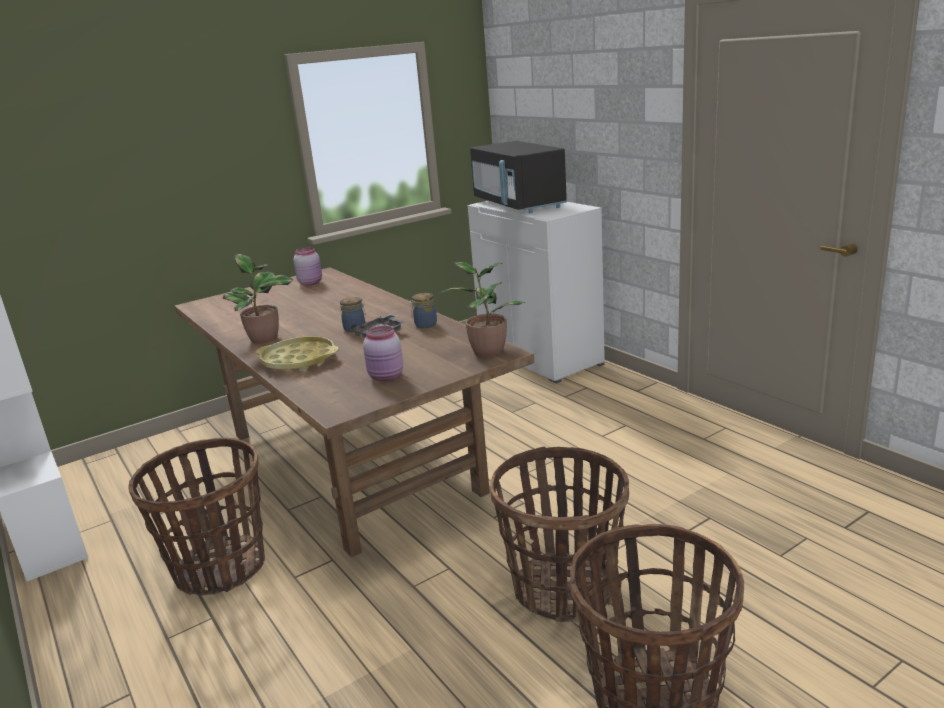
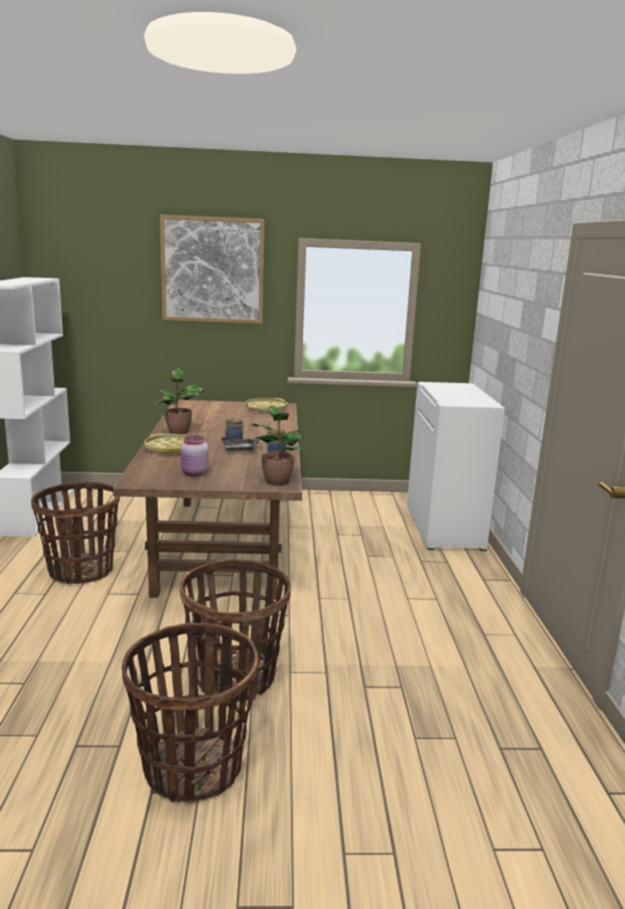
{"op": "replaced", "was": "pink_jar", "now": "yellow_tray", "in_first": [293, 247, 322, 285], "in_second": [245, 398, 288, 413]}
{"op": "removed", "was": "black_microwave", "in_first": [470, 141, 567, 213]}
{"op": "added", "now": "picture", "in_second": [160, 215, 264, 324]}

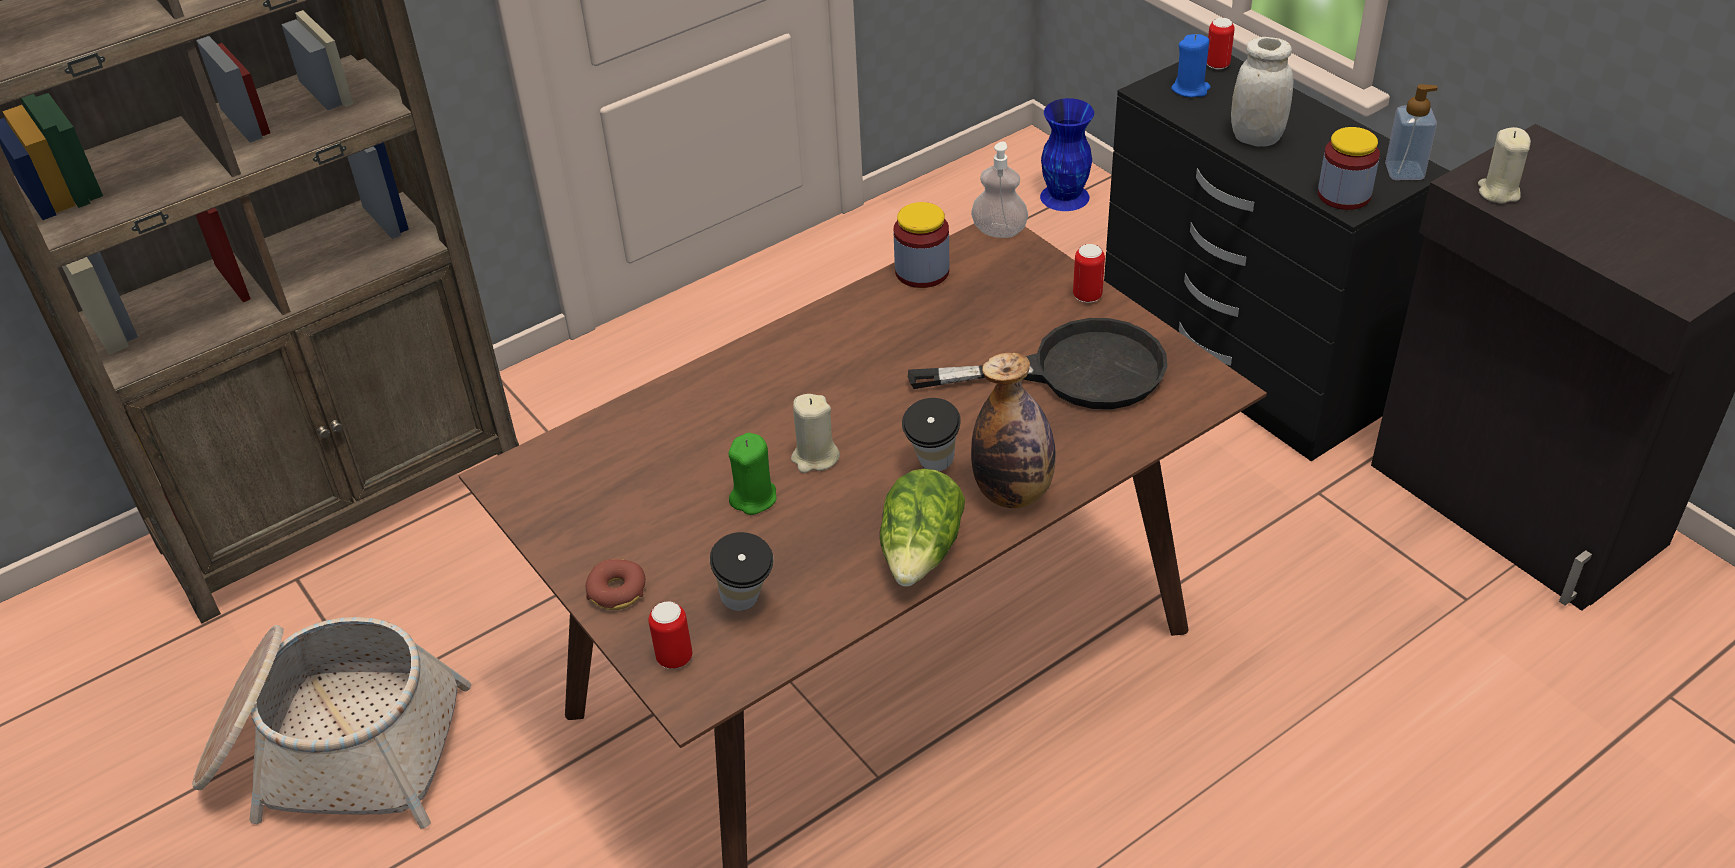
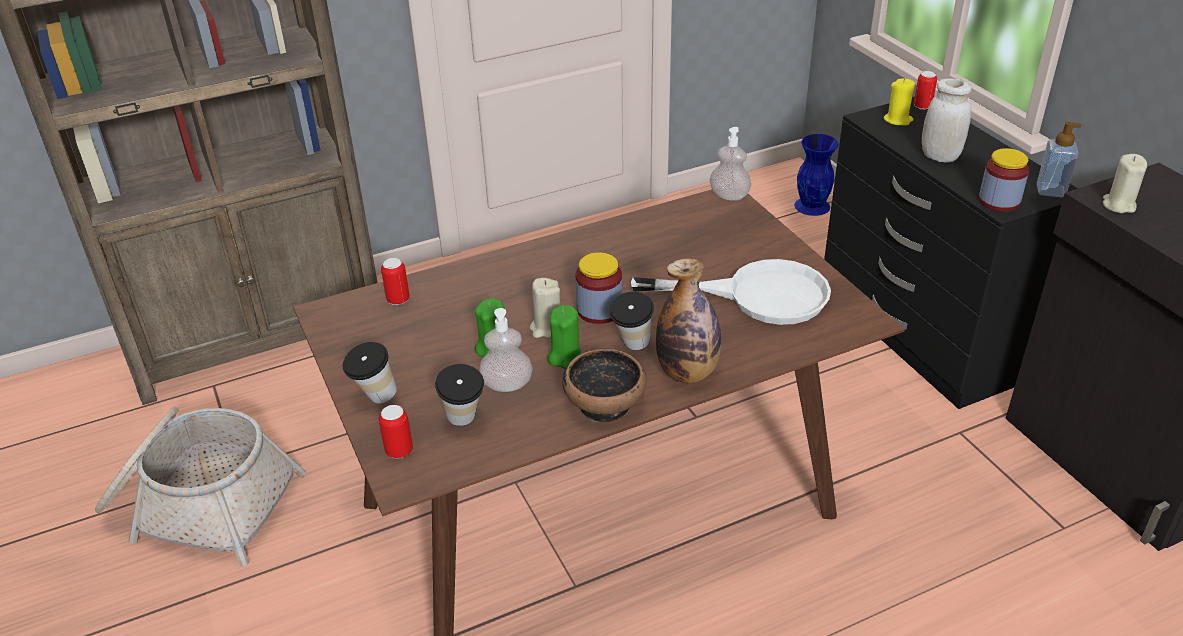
{"op": "replaced", "was": "donut", "now": "cup", "in_first": [586, 559, 646, 610], "in_second": [343, 342, 397, 403]}
{"op": "replaced", "was": "lettuce", "now": "bowl", "in_first": [880, 469, 965, 587], "in_second": [562, 348, 647, 423]}
{"op": "moved", "was": "jar", "in_first": [894, 202, 949, 288], "in_second": [575, 252, 622, 324]}
{"op": "recoloured", "was": "black_frying_pan", "now": "white_frying_pan", "in_first": [908, 318, 1168, 409], "in_second": [631, 259, 831, 325]}
{"op": "moved", "was": "can", "in_first": [1073, 244, 1105, 303], "in_second": [381, 258, 410, 305]}
{"op": "recoloured", "was": "blue_candle", "now": "yellow_candle", "in_first": [1171, 34, 1210, 97], "in_second": [884, 78, 915, 126]}
{"op": "added", "now": "soap_dispenser", "in_second": [479, 308, 533, 392]}
{"op": "added", "now": "green_candle", "in_second": [547, 305, 582, 369]}

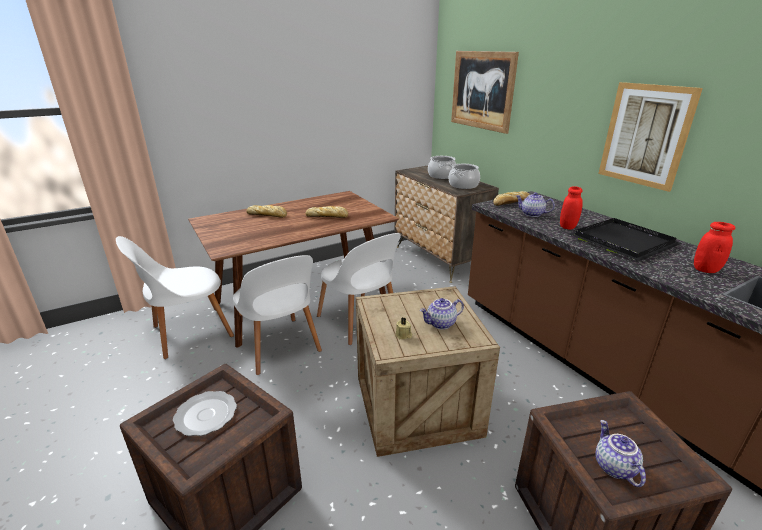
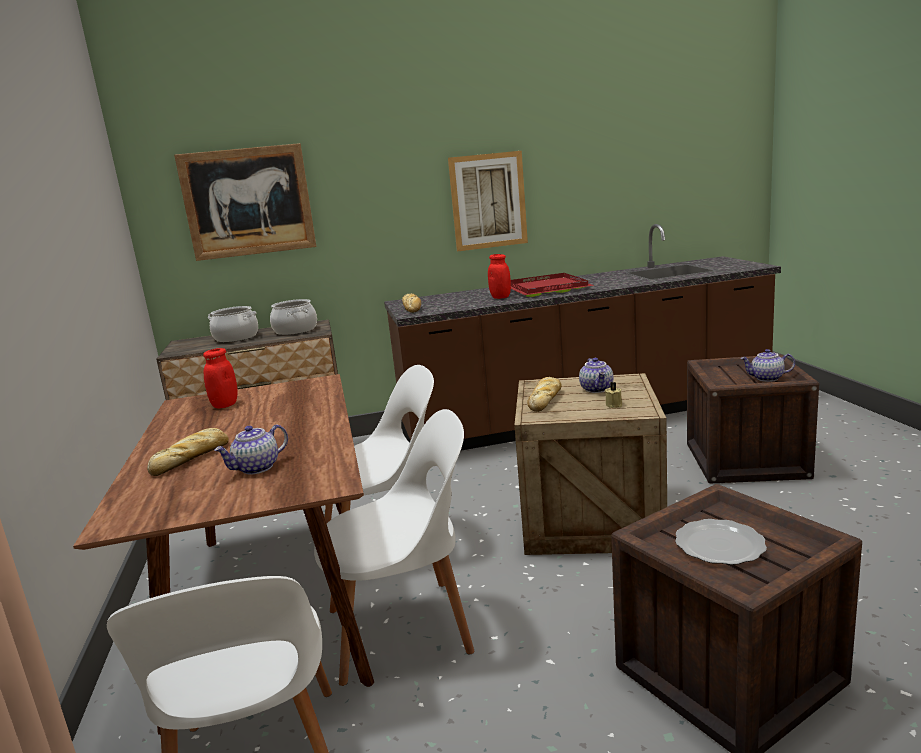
{"op": "moved", "was": "bread", "in_first": [306, 206, 348, 218], "in_second": [527, 377, 562, 412]}
{"op": "moved", "was": "teapot", "in_first": [516, 192, 555, 217], "in_second": [214, 424, 288, 474]}
{"op": "recoloured", "was": "black_tray", "now": "red_tray", "in_first": [569, 218, 682, 261], "in_second": [511, 273, 594, 297]}
{"op": "moved", "was": "red_jar", "in_first": [694, 222, 735, 273], "in_second": [203, 348, 238, 408]}

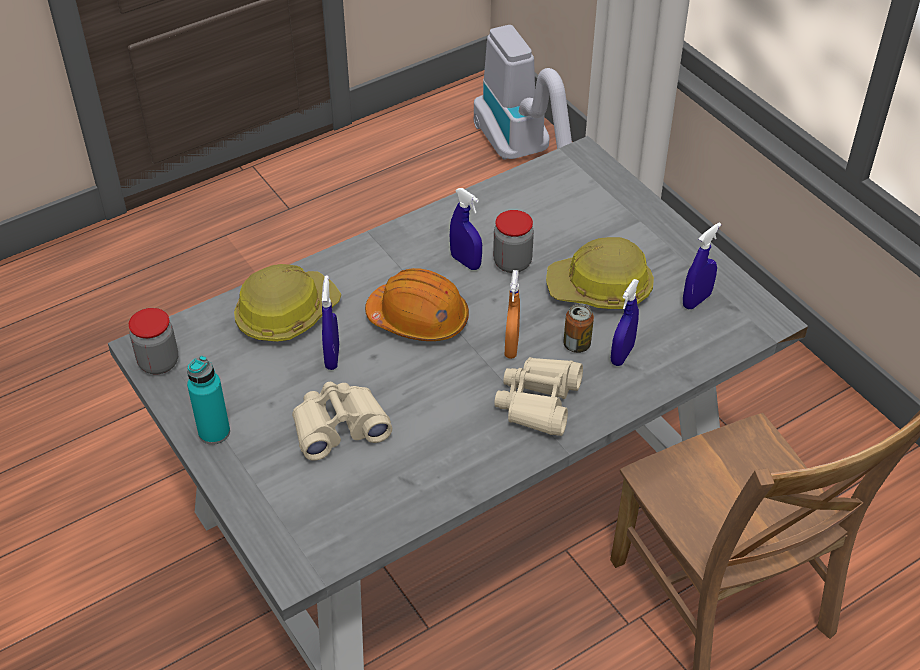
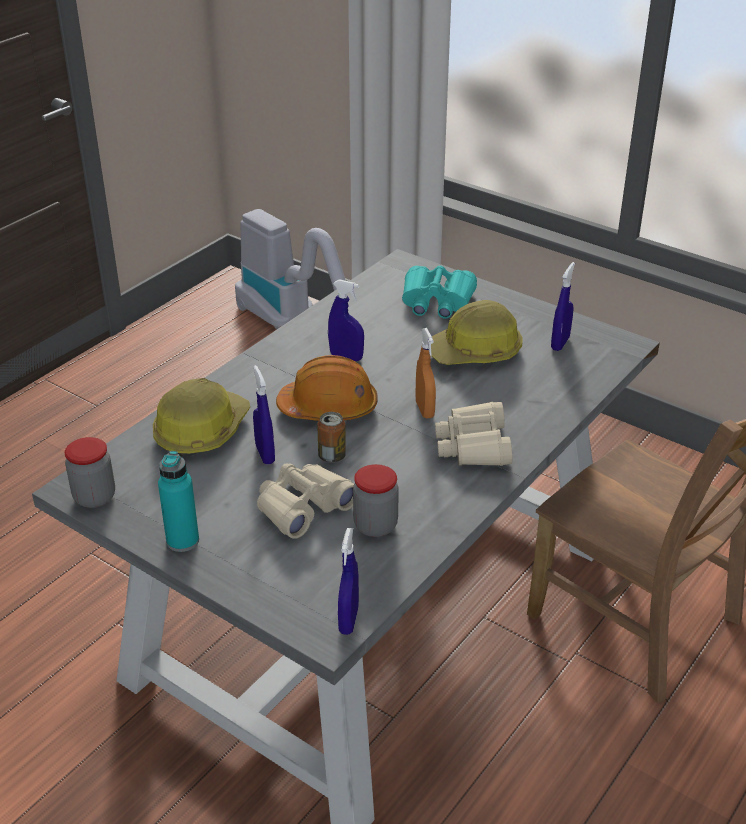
{"op": "moved", "was": "jar", "in_first": [493, 210, 534, 273], "in_second": [353, 464, 399, 537]}
{"op": "moved", "was": "can", "in_first": [563, 304, 594, 353], "in_second": [317, 412, 346, 463]}
{"op": "moved", "was": "blue_spray_bottle", "in_first": [611, 279, 639, 366], "in_second": [338, 528, 359, 635]}
{"op": "added", "now": "turquoise_binoculars", "in_second": [402, 266, 477, 319]}

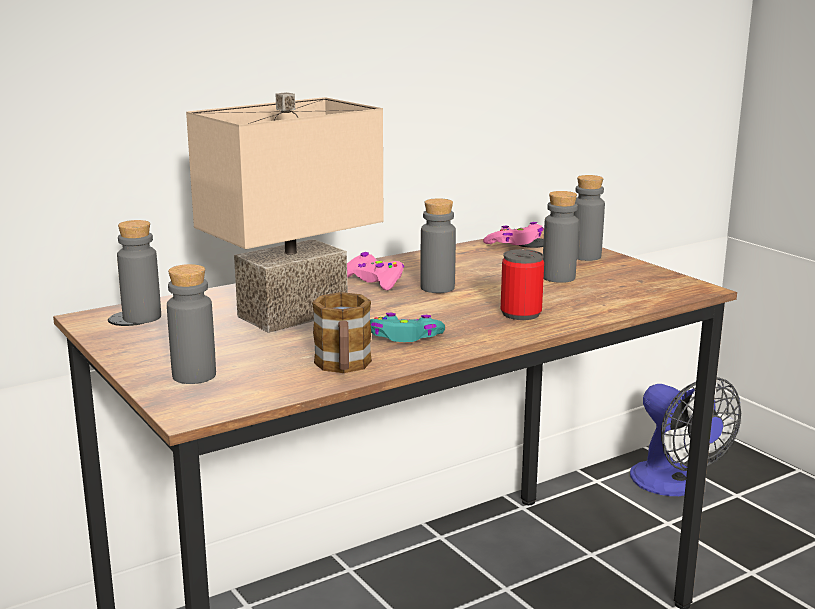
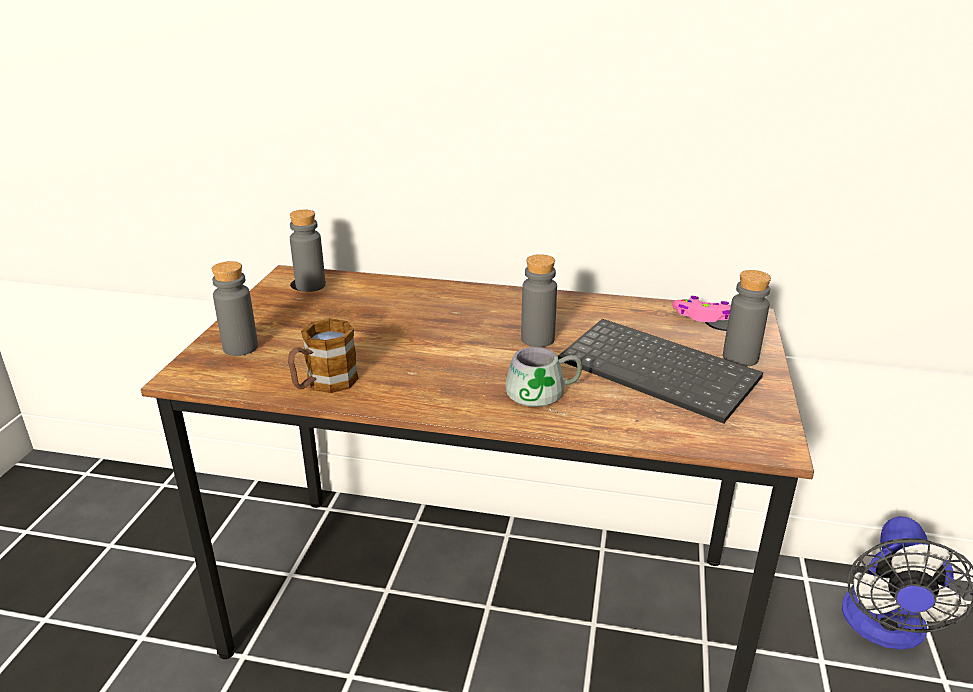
{"op": "removed", "was": "beige_table_lamp", "in_first": [186, 92, 383, 333]}
{"op": "removed", "was": "pink_game_controller", "in_first": [347, 252, 404, 290]}
{"op": "removed", "was": "turquoise_game_controller", "in_first": [370, 313, 445, 342]}
{"op": "replaced", "was": "can", "now": "grey_mug", "in_first": [501, 249, 544, 320], "in_second": [506, 347, 582, 415]}
{"op": "replaced", "was": "grey_bottle", "now": "keyboard", "in_first": [543, 191, 579, 283], "in_second": [558, 319, 763, 424]}

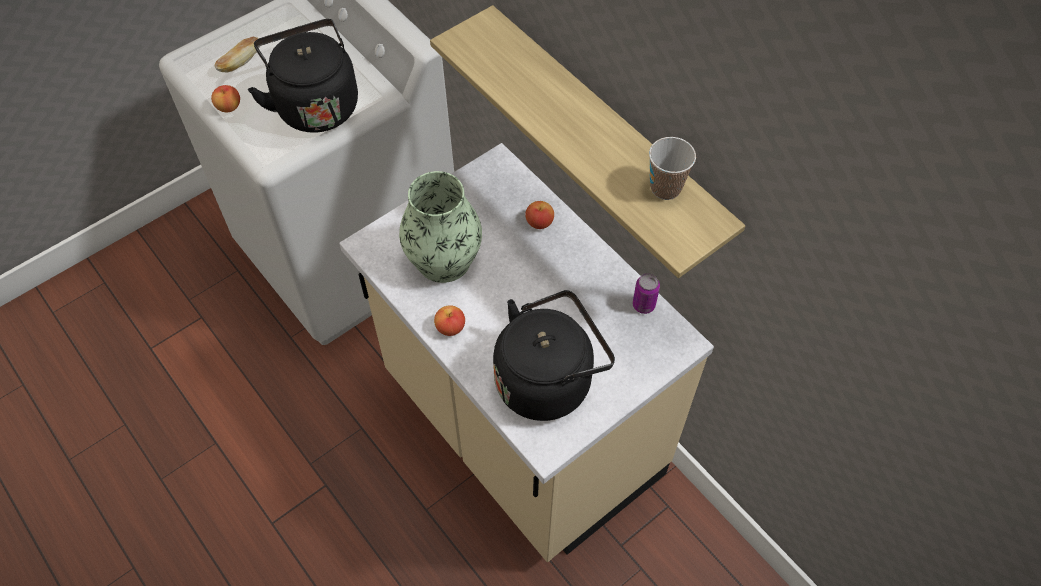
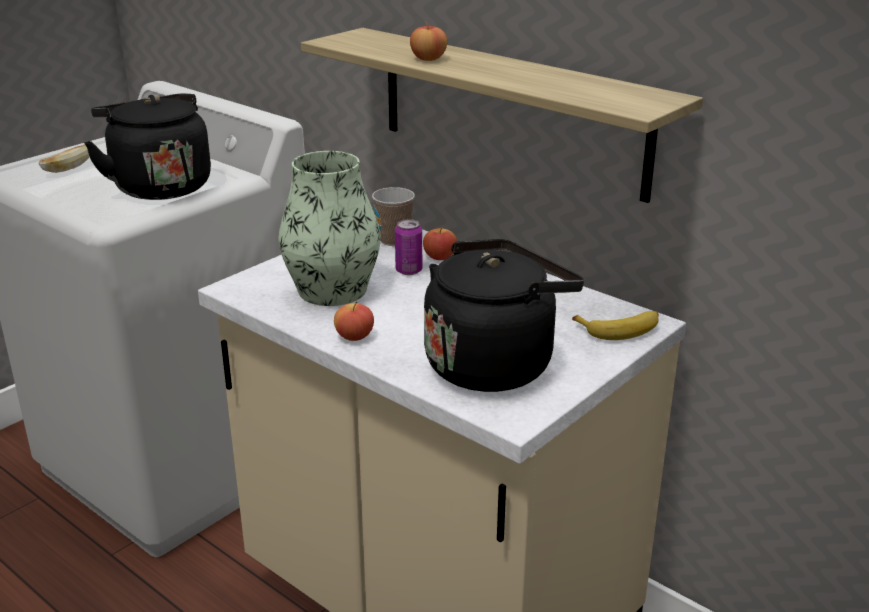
{"op": "moved", "was": "apple", "in_first": [211, 85, 240, 112], "in_second": [410, 21, 447, 61]}
{"op": "moved", "was": "can", "in_first": [633, 273, 660, 314], "in_second": [395, 219, 422, 275]}
{"op": "moved", "was": "cup", "in_first": [649, 137, 696, 200], "in_second": [372, 187, 415, 246]}
{"op": "added", "now": "banana", "in_second": [572, 311, 659, 340]}

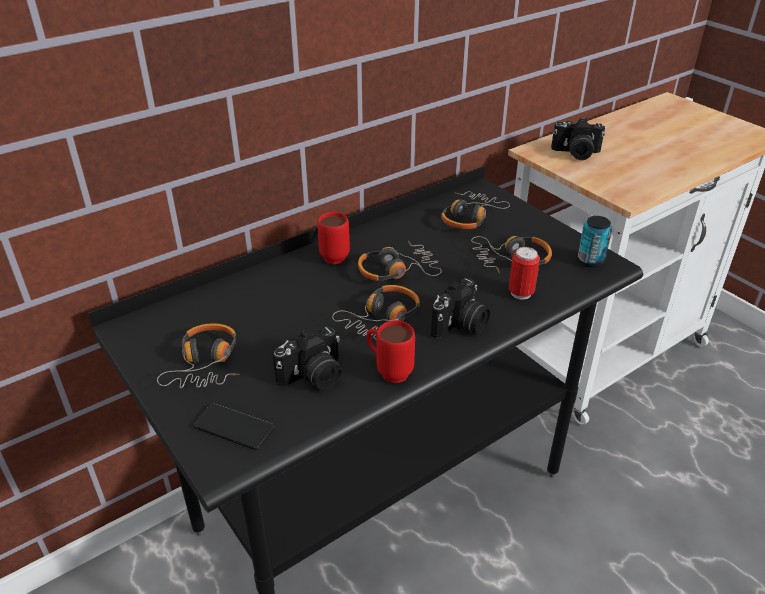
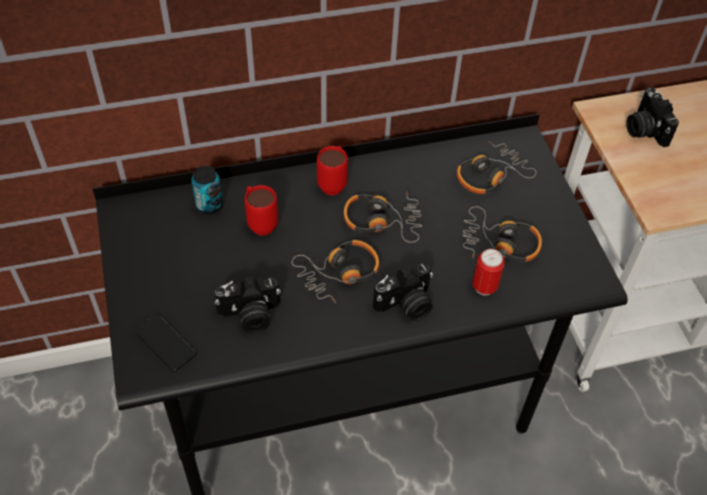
{"op": "removed", "was": "headphones", "in_first": [157, 324, 239, 388]}
{"op": "moved", "was": "red_mug", "in_first": [367, 320, 415, 383], "in_second": [244, 185, 278, 236]}
{"op": "turned", "was": "photo_camera", "in_first": [551, 118, 605, 160], "in_second": [626, 87, 679, 147], "clockwise": 45}
{"op": "moved", "was": "can", "in_first": [577, 216, 612, 267], "in_second": [191, 166, 223, 214]}

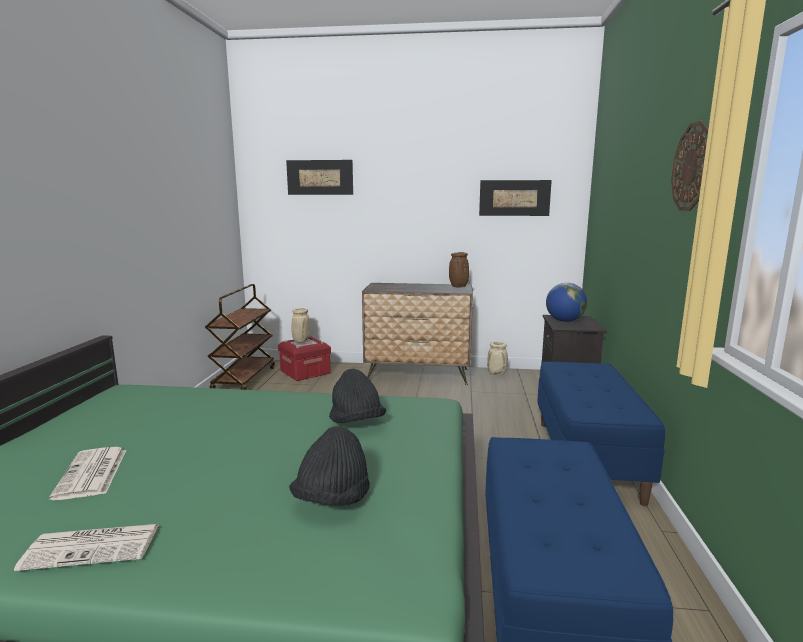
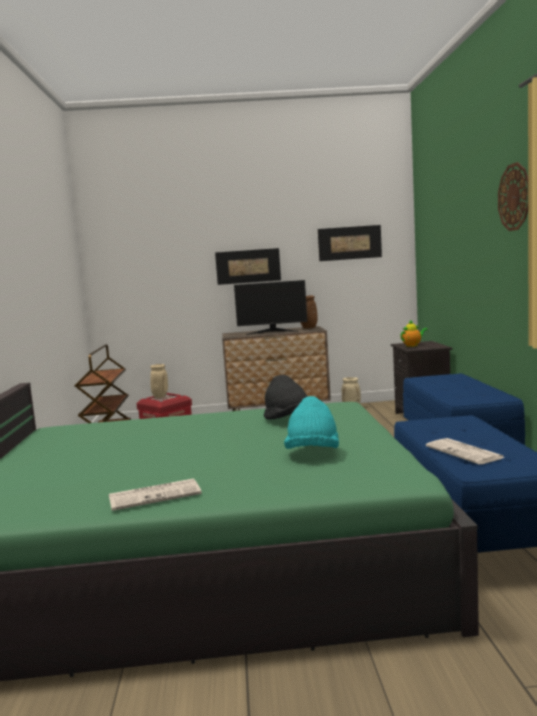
{"op": "moved", "was": "newspaper", "in_first": [49, 447, 126, 500], "in_second": [426, 438, 505, 464]}
{"op": "moved", "was": "picture", "in_first": [286, 160, 353, 195], "in_second": [215, 248, 281, 285]}
{"op": "recoloured", "was": "black_hat", "now": "turquoise_hat", "in_first": [289, 426, 370, 506], "in_second": [284, 396, 339, 449]}
{"op": "replaced", "was": "globe", "now": "teapot", "in_first": [546, 283, 587, 322], "in_second": [400, 319, 428, 347]}
{"op": "added", "now": "monitor", "in_second": [234, 280, 307, 335]}

